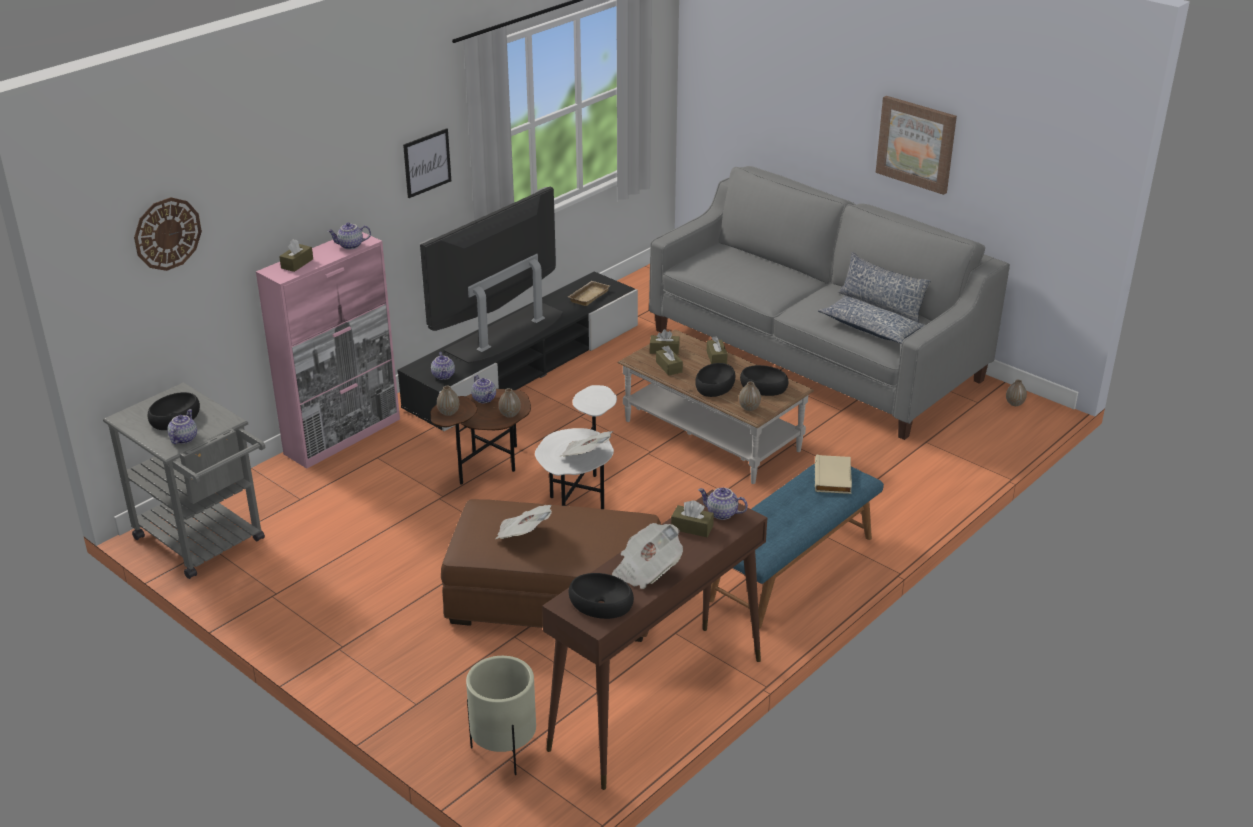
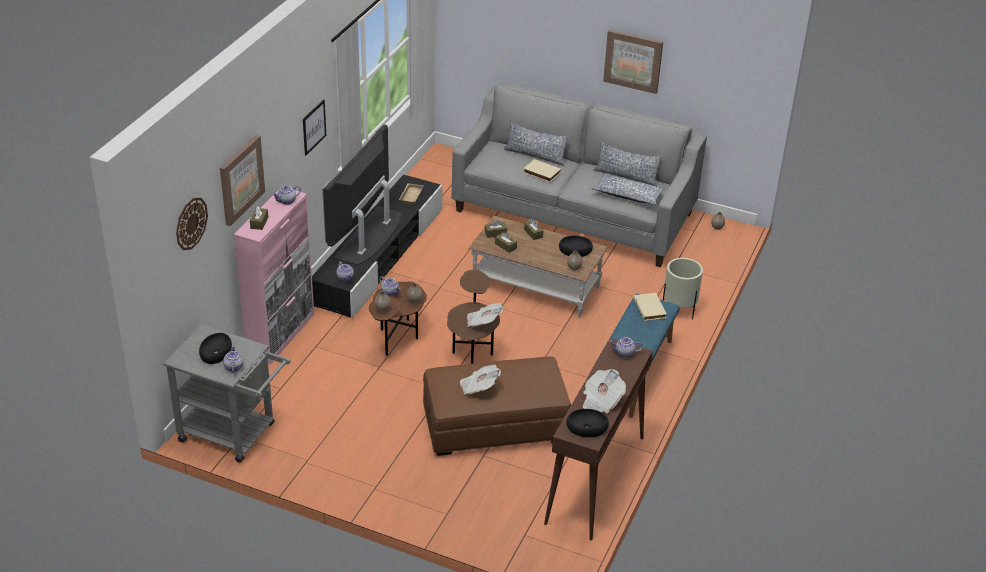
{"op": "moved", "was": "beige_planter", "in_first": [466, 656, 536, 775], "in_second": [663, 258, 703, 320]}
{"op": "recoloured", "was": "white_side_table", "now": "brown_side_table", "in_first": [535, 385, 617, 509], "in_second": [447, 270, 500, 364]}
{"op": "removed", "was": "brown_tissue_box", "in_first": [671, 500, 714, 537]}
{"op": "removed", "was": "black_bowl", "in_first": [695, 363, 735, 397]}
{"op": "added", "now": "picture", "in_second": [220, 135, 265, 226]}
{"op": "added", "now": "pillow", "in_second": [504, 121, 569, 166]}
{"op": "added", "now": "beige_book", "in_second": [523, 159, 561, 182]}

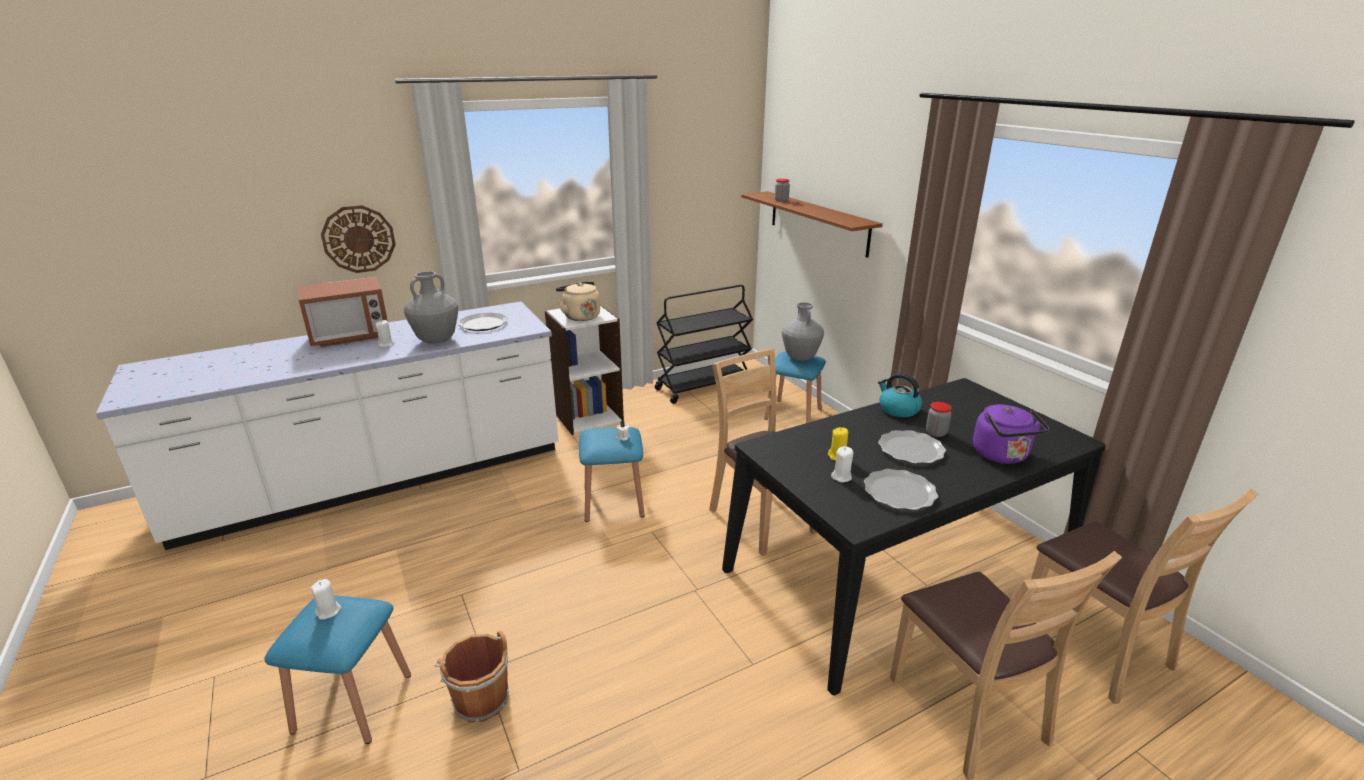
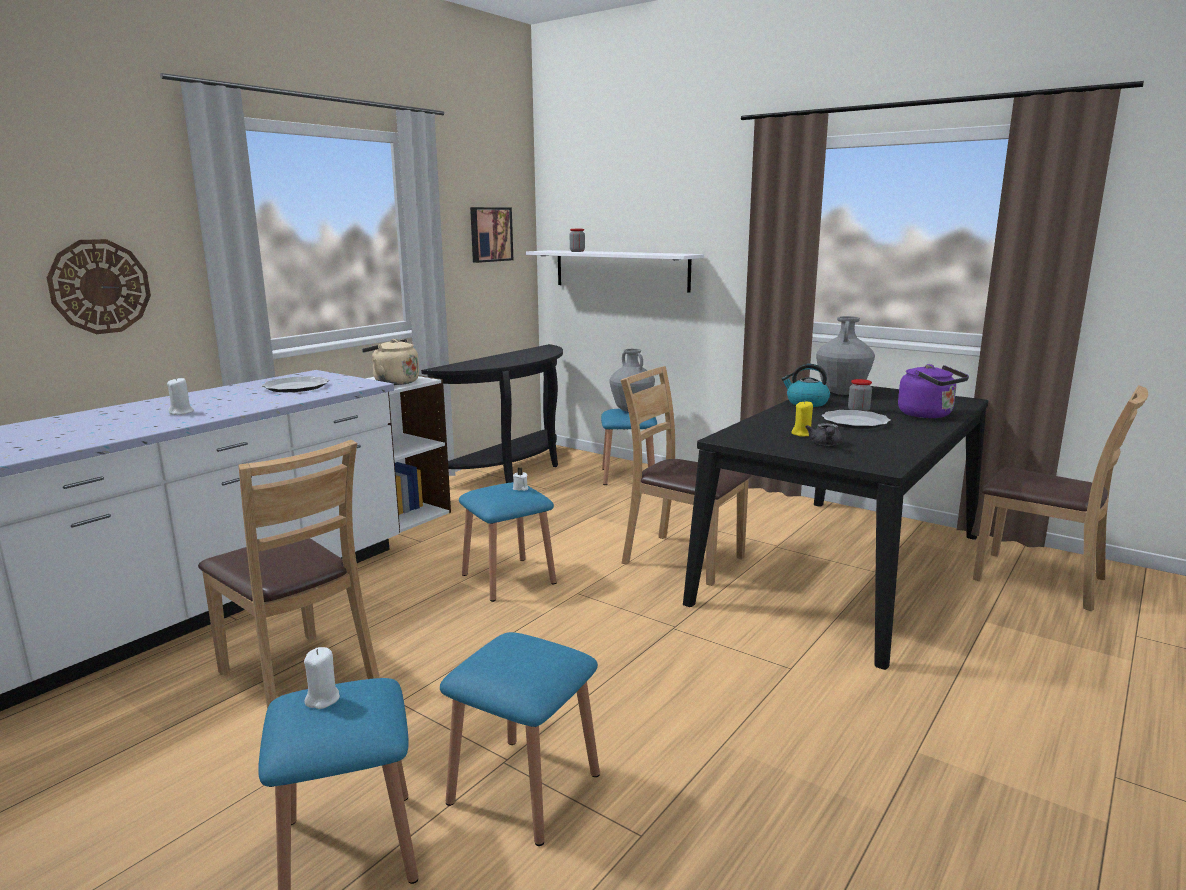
{"op": "removed", "was": "microwave", "in_first": [298, 277, 388, 347]}
{"op": "moved", "was": "grey_vase", "in_first": [404, 271, 458, 344], "in_second": [816, 316, 875, 395]}
{"op": "replaced", "was": "brown_bucket", "now": "blue_stool", "in_first": [434, 630, 509, 722], "in_second": [440, 632, 600, 846]}
{"op": "replaced", "was": "black_cart", "now": "black_console_table", "in_first": [655, 285, 753, 404], "in_second": [421, 344, 563, 483]}
{"op": "recoloured", "was": "brown_shelf", "now": "white_shelf", "in_first": [741, 191, 883, 258], "in_second": [526, 250, 704, 293]}
{"op": "replaced", "was": "white_candle", "now": "grey_teapot", "in_first": [831, 446, 853, 482], "in_second": [805, 423, 842, 446]}
{"op": "removed", "was": "plate", "in_first": [864, 469, 938, 510]}
{"op": "moved", "was": "brown_chair", "in_first": [890, 551, 1122, 780], "in_second": [198, 440, 380, 709]}
{"op": "added", "now": "picture", "in_second": [470, 207, 513, 263]}

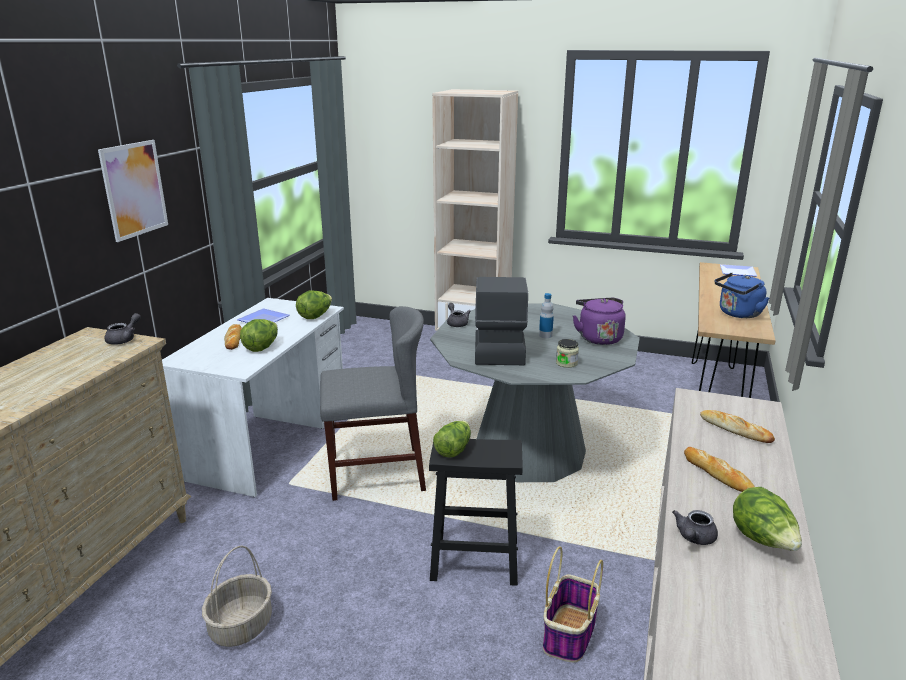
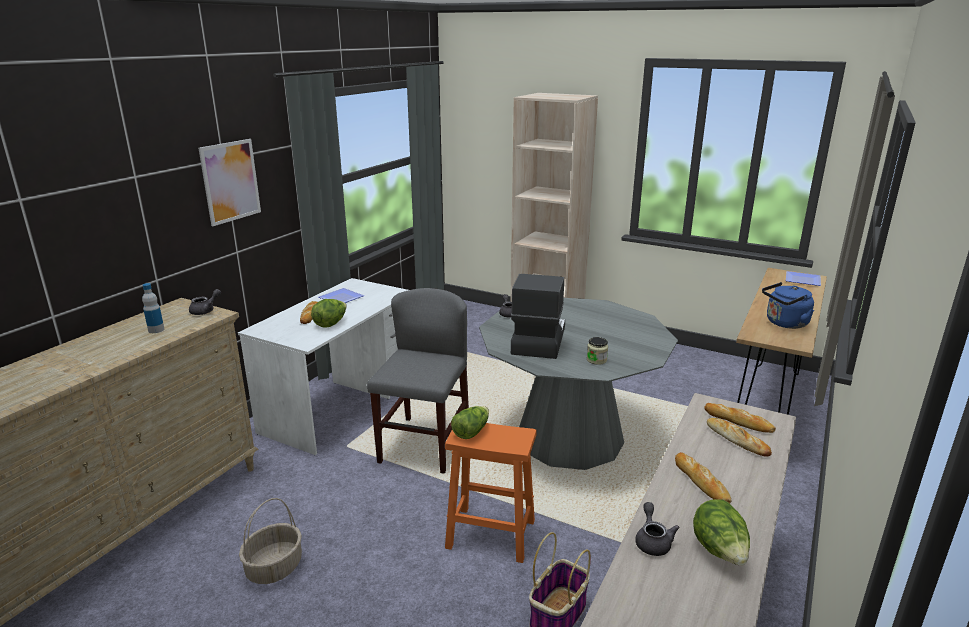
{"op": "removed", "was": "lettuce", "in_first": [296, 290, 332, 319]}
{"op": "turned", "was": "grey_chair", "in_first": [320, 306, 426, 501], "in_second": [367, 288, 469, 474], "clockwise": -75}
{"op": "recoloured", "was": "black_stool", "now": "orange_stool", "in_first": [429, 439, 523, 586], "in_second": [445, 423, 536, 563]}
{"op": "moved", "was": "bottle", "in_first": [539, 293, 554, 338], "in_second": [142, 283, 164, 333]}
{"op": "removed", "was": "purple_kettle", "in_first": [573, 298, 626, 345]}
{"op": "turned", "was": "grey_teapot", "in_first": [672, 510, 718, 545], "in_second": [635, 502, 680, 556], "clockwise": 135}
{"op": "added", "now": "bread", "in_second": [704, 403, 776, 433]}

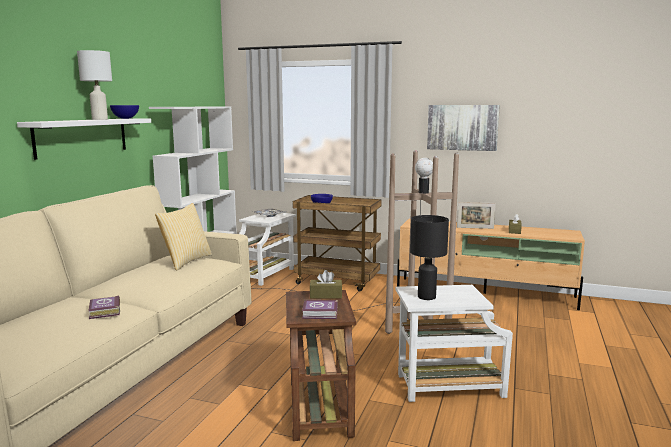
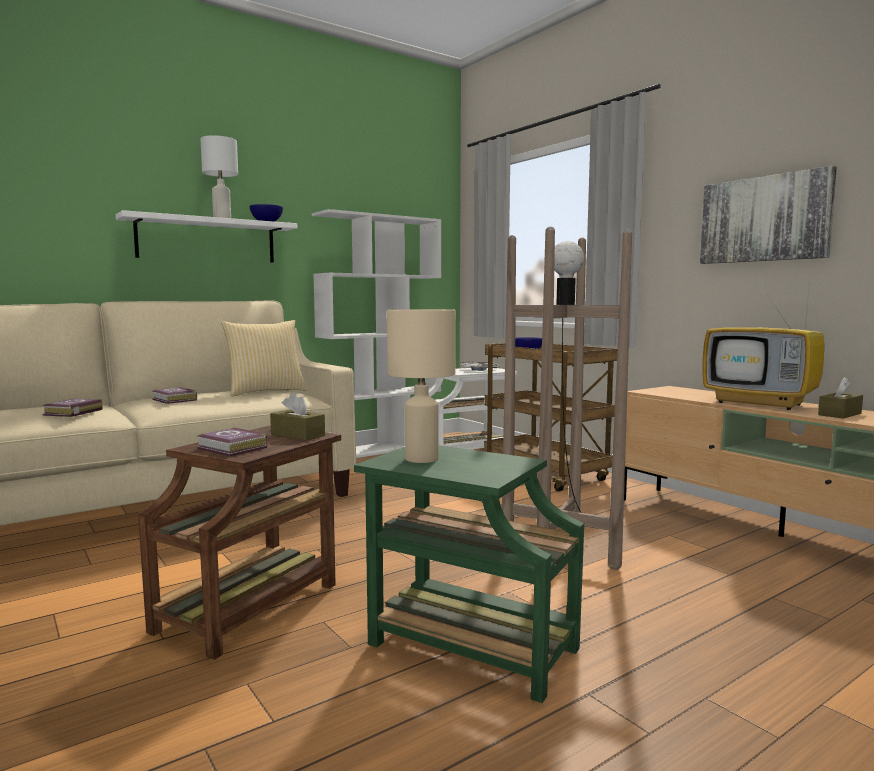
{"op": "recoloured", "was": "white_side_table", "now": "green_side_table", "in_first": [396, 285, 513, 402], "in_second": [354, 446, 584, 703]}
{"op": "recoloured", "was": "black_table_lamp", "now": "beige_table_lamp", "in_first": [410, 215, 449, 300], "in_second": [387, 309, 456, 463]}
{"op": "replaced", "was": "picture_frame", "now": "television", "in_first": [457, 202, 496, 229], "in_second": [702, 277, 824, 410]}
{"op": "added", "now": "book", "in_second": [152, 387, 197, 404]}

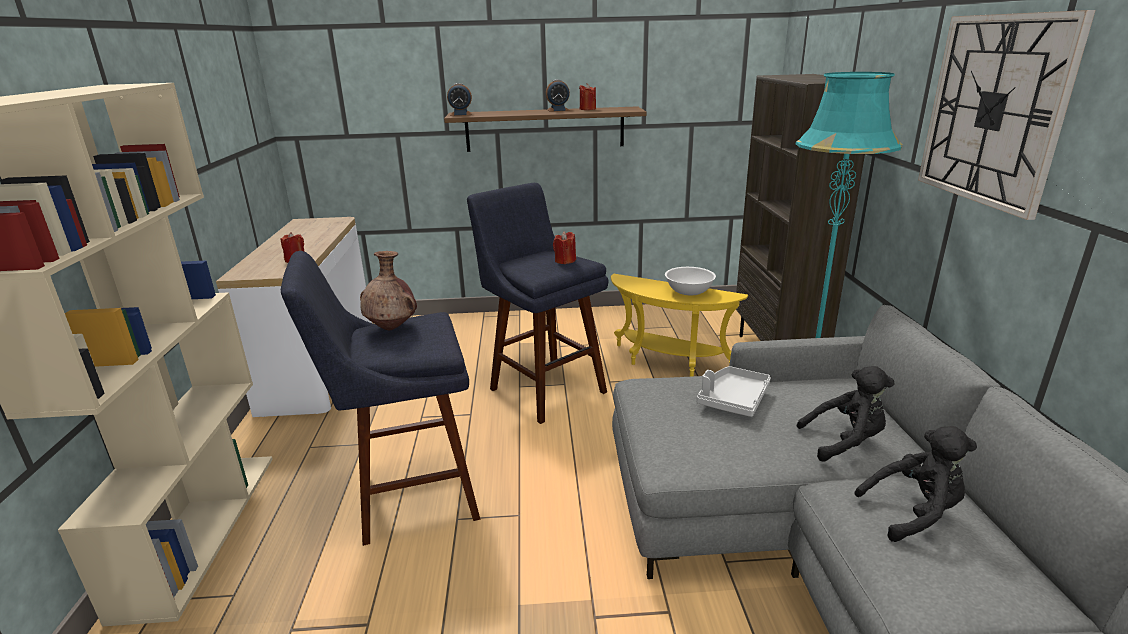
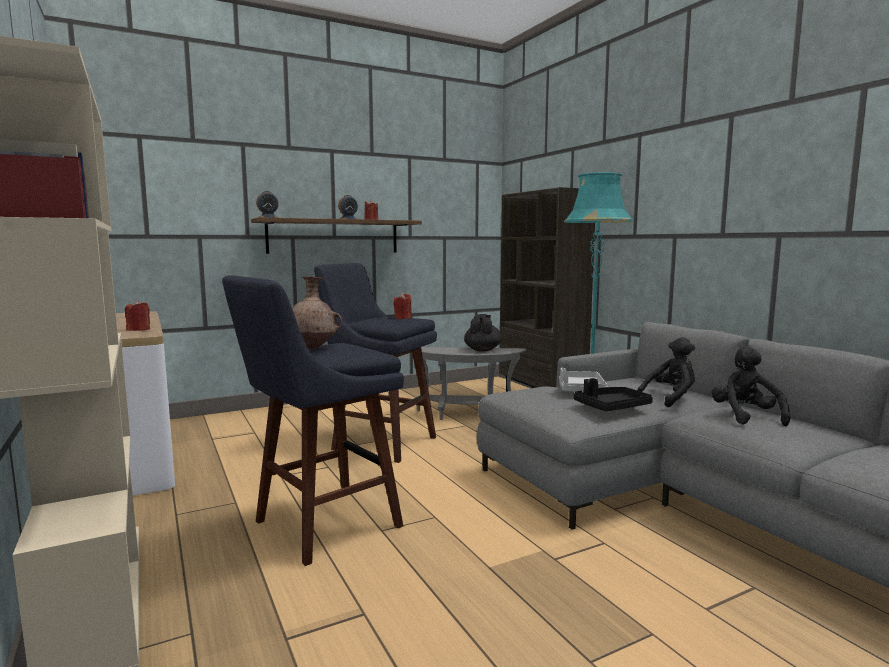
{"op": "recoloured", "was": "yellow_side_table", "now": "grey_side_table", "in_first": [611, 274, 748, 377], "in_second": [417, 347, 526, 420]}
{"op": "replaced", "was": "white_bowl", "now": "black_teapot", "in_first": [665, 267, 716, 295], "in_second": [464, 314, 502, 352]}
{"op": "turned", "was": "black_plush_toy", "in_first": [854, 426, 977, 542], "in_second": [711, 346, 790, 426], "clockwise": -60}
{"op": "removed", "was": "wall_clock", "in_first": [918, 10, 1096, 220]}
{"op": "added", "now": "black_tray", "in_second": [574, 378, 653, 411]}

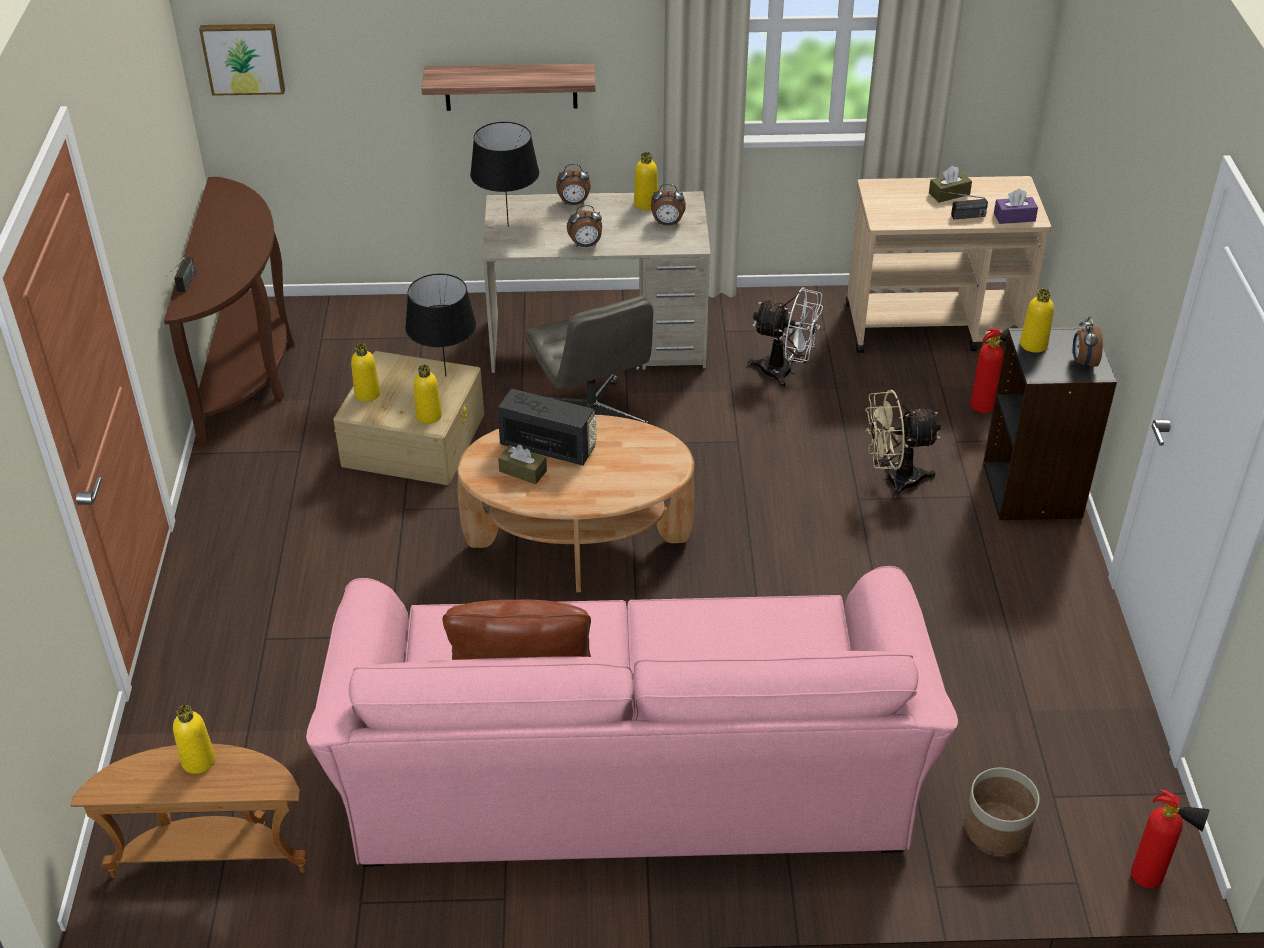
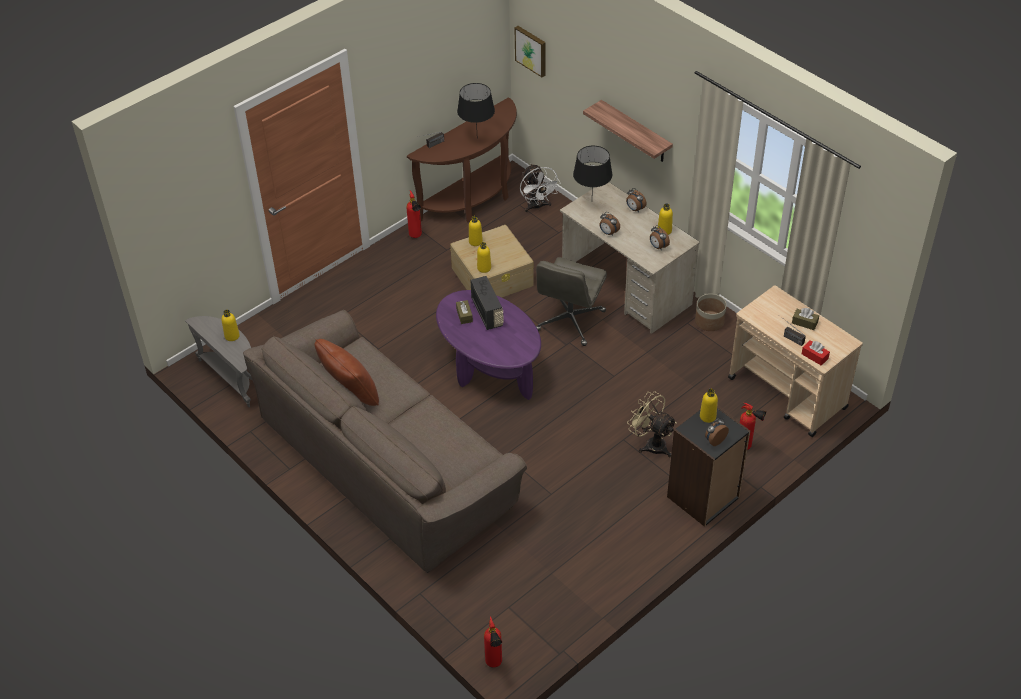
{"op": "recoloured", "was": "brown_side_table", "now": "grey_side_table", "in_first": [70, 744, 307, 878], "in_second": [185, 316, 252, 407]}
{"op": "recoloured", "was": "pink_sofa", "now": "brown_sofa", "in_first": [306, 566, 958, 867], "in_second": [243, 310, 527, 573]}
{"op": "moved", "was": "black_table_lamp", "in_first": [405, 274, 476, 376], "in_second": [457, 83, 495, 128]}
{"op": "recoloured", "was": "brown_coffee_table", "now": "purple_coffee_table", "in_first": [457, 415, 695, 592], "in_second": [436, 290, 541, 400]}
{"op": "moved", "was": "white_fan", "in_first": [748, 287, 823, 388], "in_second": [520, 164, 561, 212]}
{"op": "moved", "was": "planter", "in_first": [964, 768, 1040, 855], "in_second": [695, 294, 727, 331]}
{"op": "recoloured", "was": "purple_tissue_box", "now": "red_tissue_box", "in_first": [994, 189, 1038, 224], "in_second": [802, 341, 830, 366]}
{"op": "added", "now": "fire_extinguisher", "in_second": [406, 190, 422, 238]}

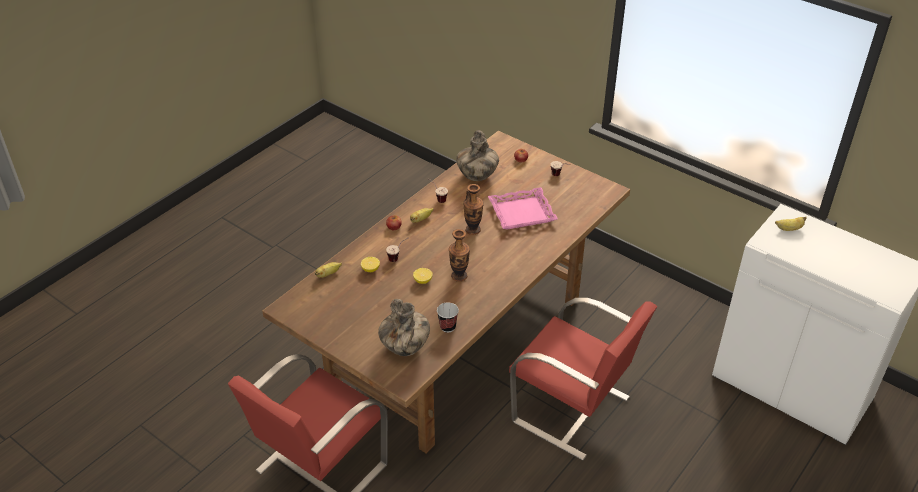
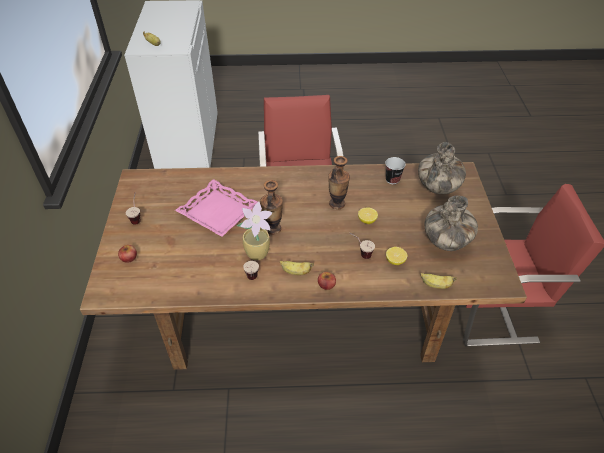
{"op": "moved", "was": "vase", "in_first": [456, 130, 499, 181], "in_second": [425, 196, 478, 251]}
{"op": "added", "now": "potted_plant", "in_second": [237, 201, 273, 260]}

